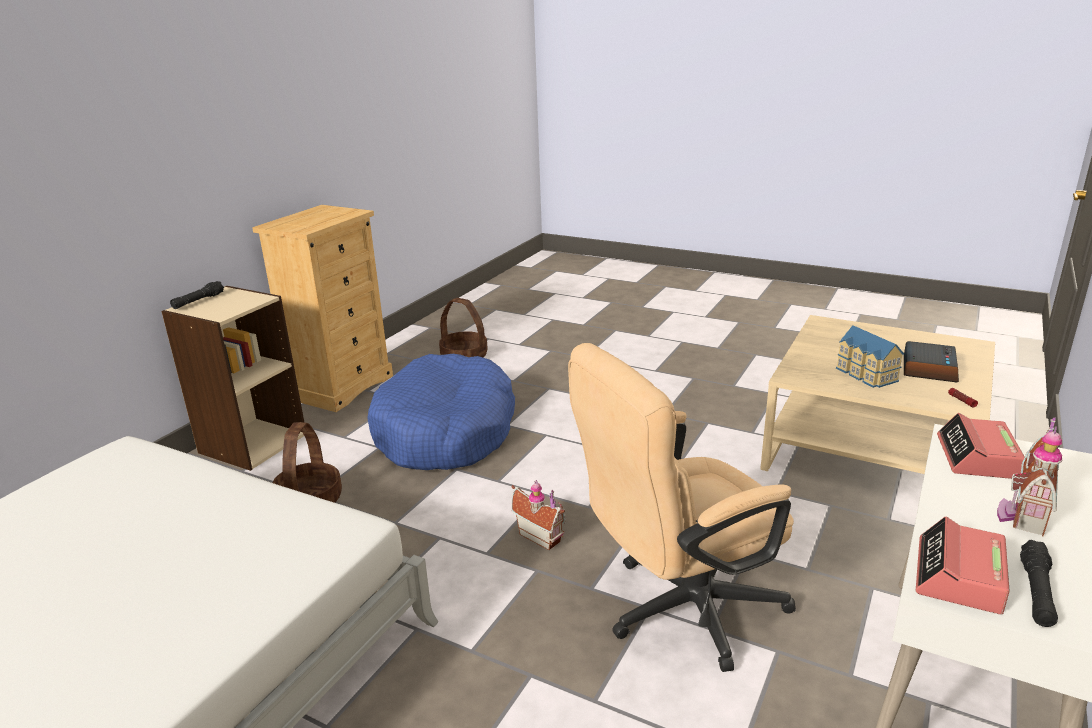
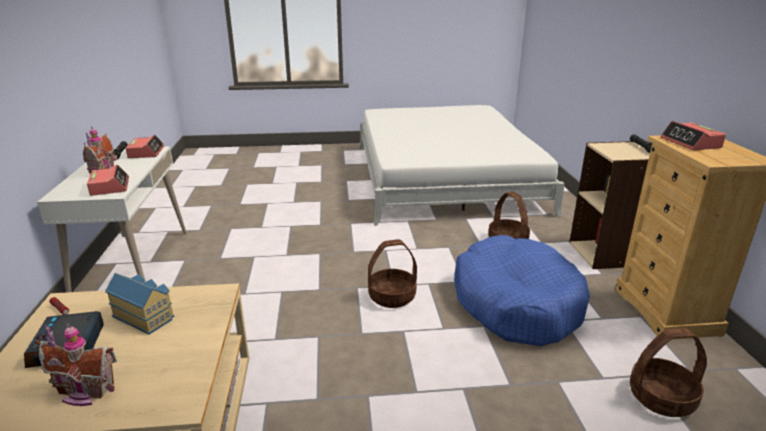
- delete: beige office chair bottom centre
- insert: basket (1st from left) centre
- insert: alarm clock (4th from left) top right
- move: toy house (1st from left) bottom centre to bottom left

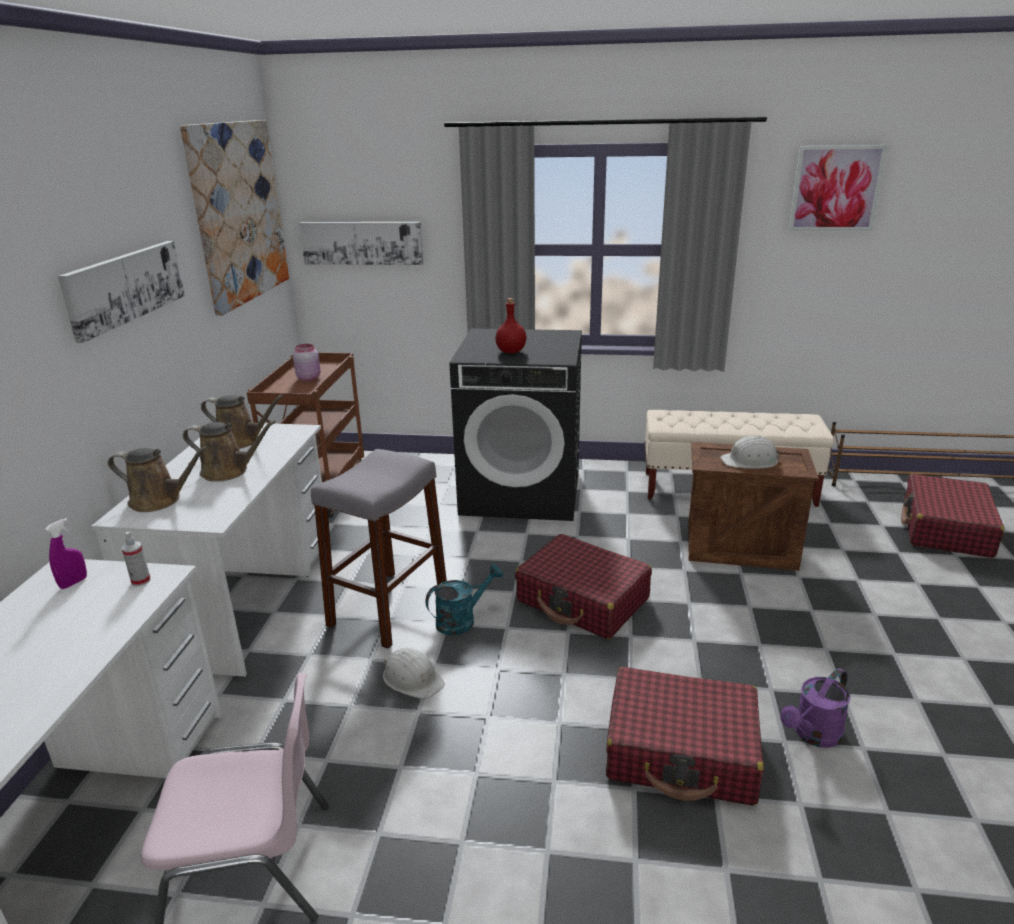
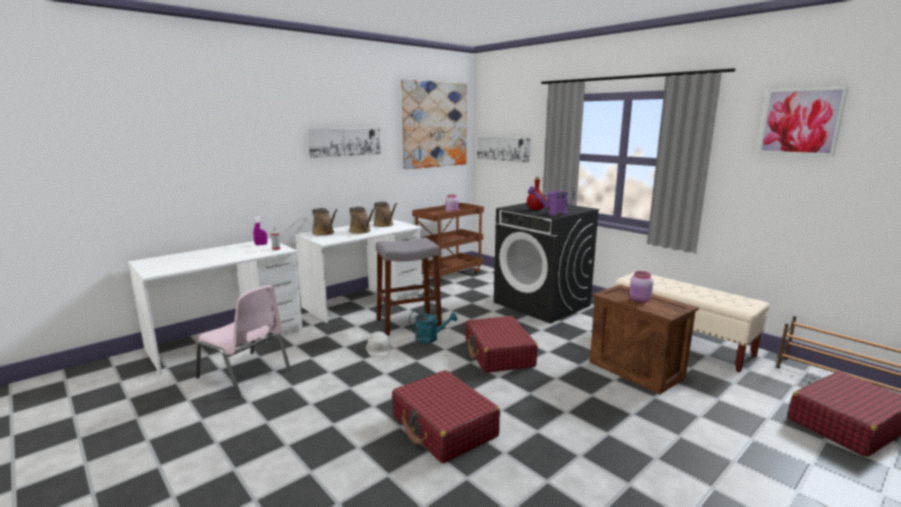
- move: purple watering can bottom right to centre
- replace: white hard hat (2nd from left) middle right to pink jar (2nd from left) middle right

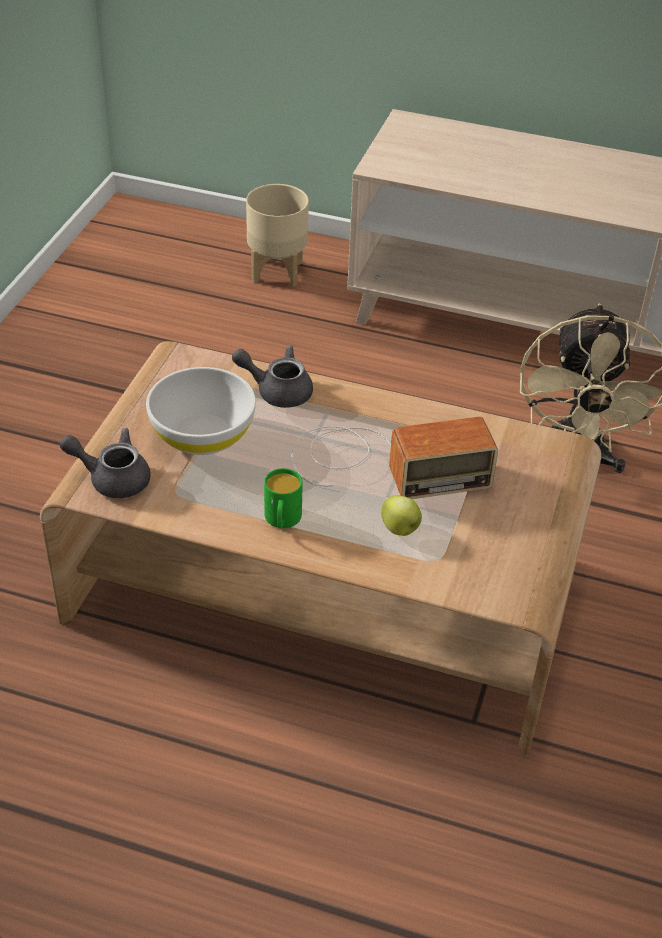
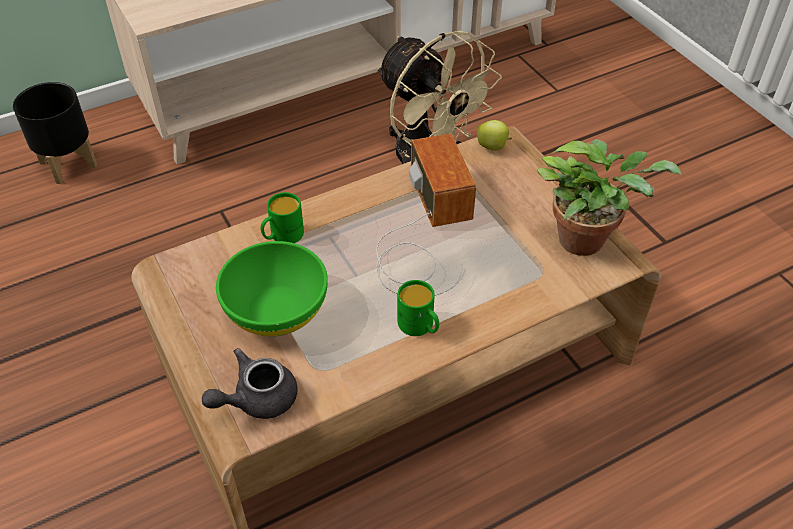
- insert: potted plant middle right
- move: apple centre to top centre
- replace: grey teapot (2nd from left) centre to green mug (1st from left) centre
- recolor: white bowl middle left to green bowl centre
- recolor: beige planter top centre to black planter top left
- rotate: radio centre = centre 45 degrees counterclockwise

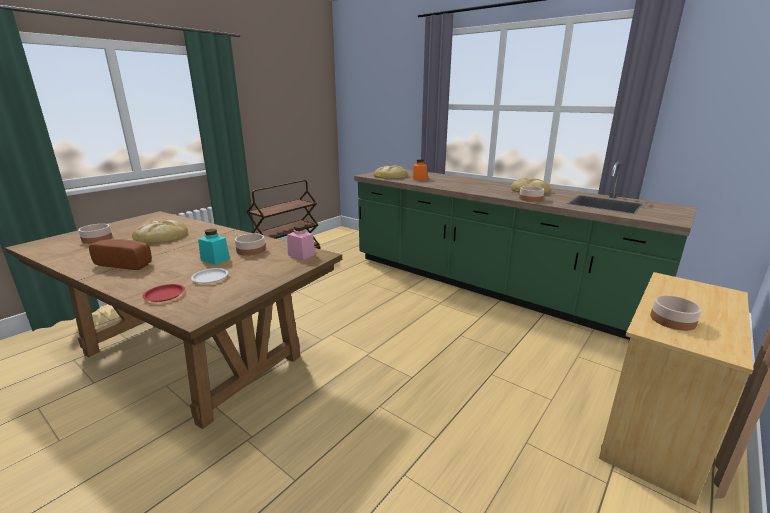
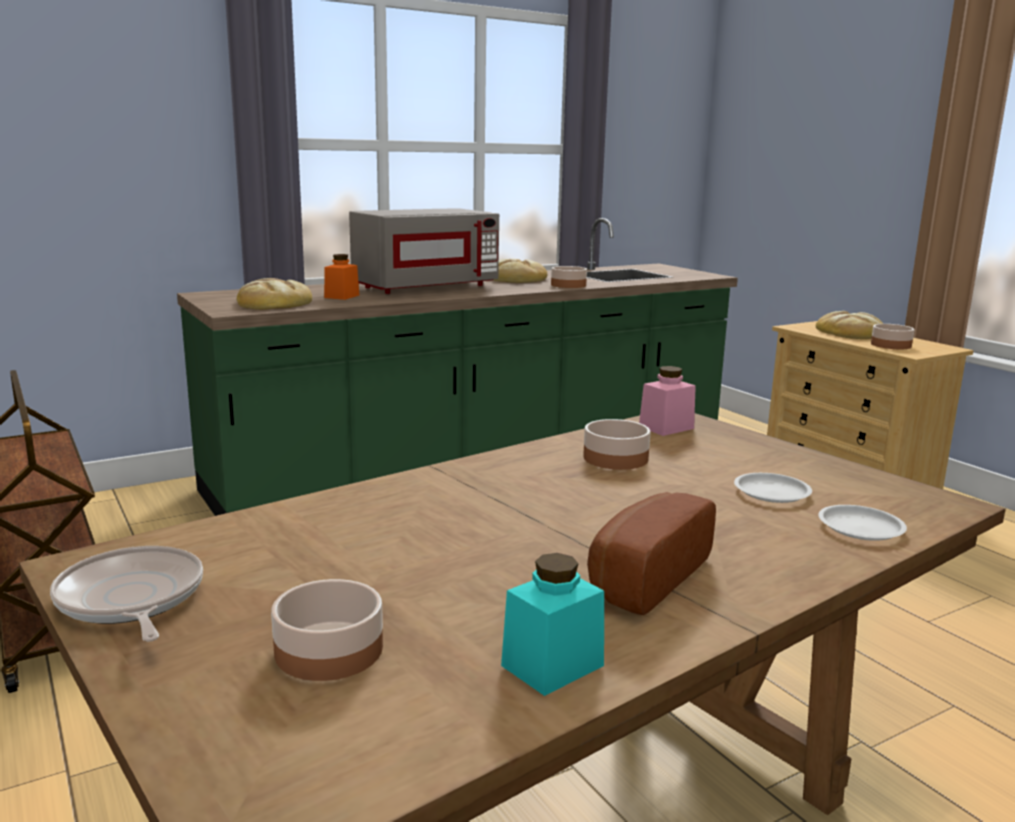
- insert: frying pan bottom left
- insert: grey microwave top centre
- move: bread (2nd from left in the first image) middle left to bread (4th from left) middle right
- move: turquoise jar middle left to bottom centre
- recolor: red plate middle left to white plate (2nd from left) middle right

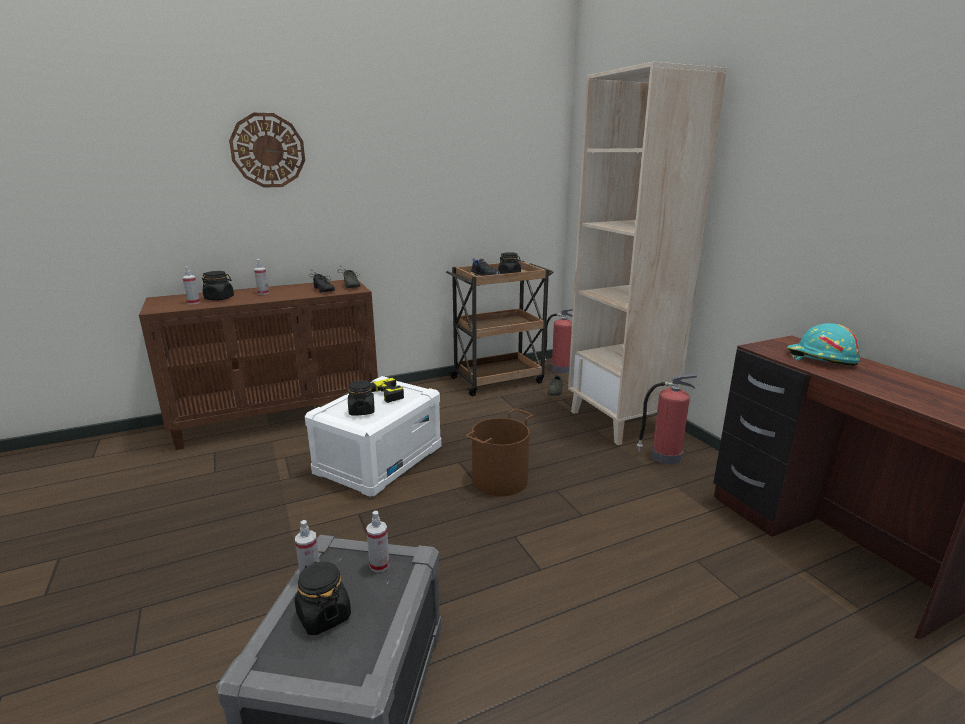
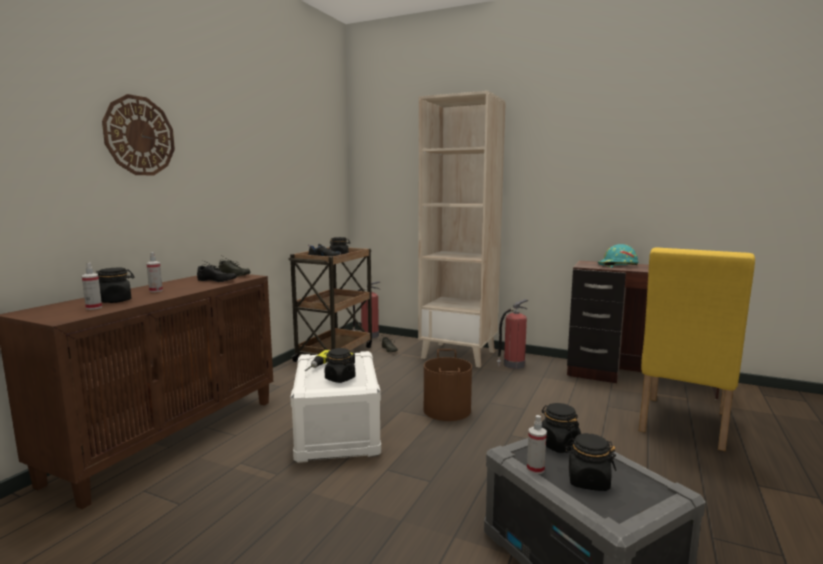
- insert: yellow chair middle right
- replace: spray bottle (4th from left) bottom centre to black jar (4th from left) bottom right

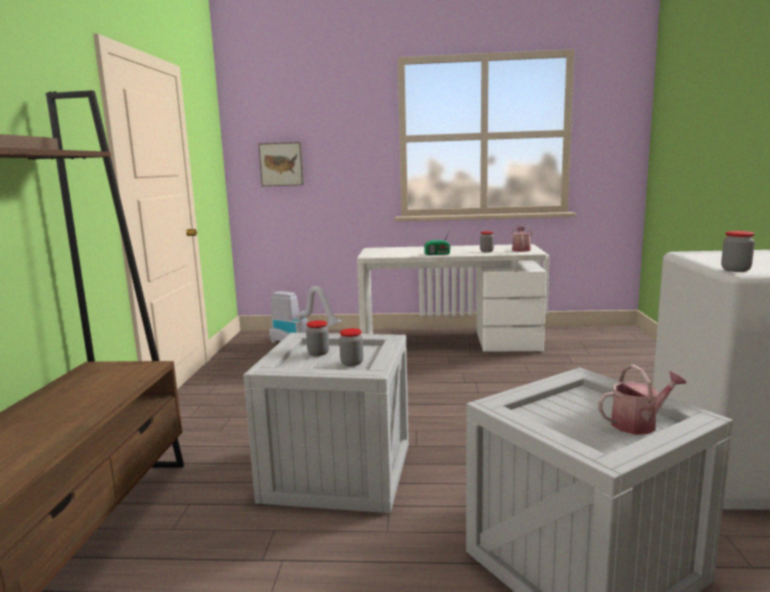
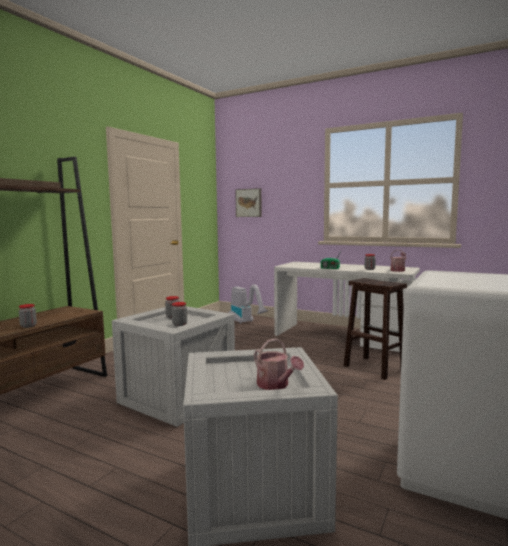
- insert: brown stool middle right
- move: jar (4th from left in the first image) middle right to jar (1st from left) middle left
- rotate: watering can (2nd from left in the first image) bottom right = bottom centre 45 degrees clockwise

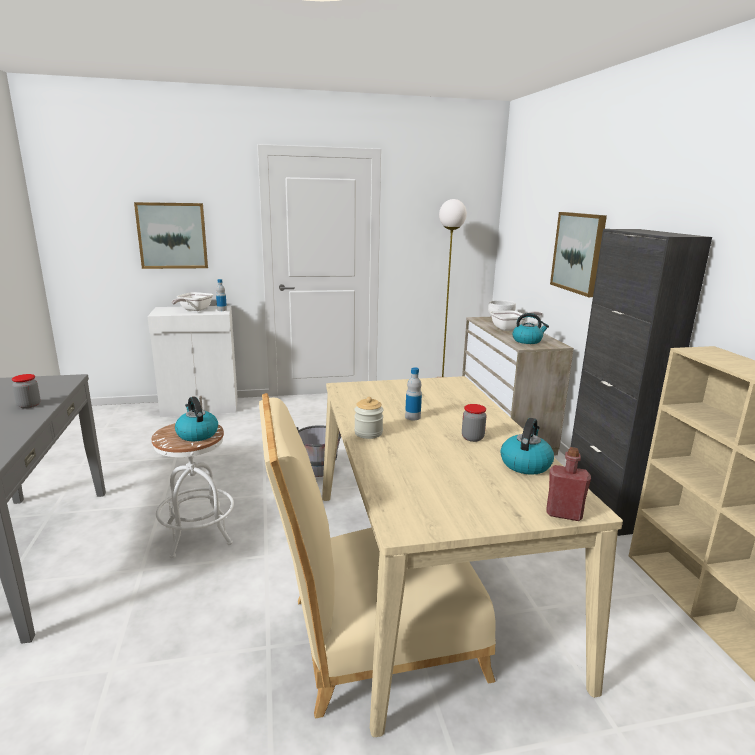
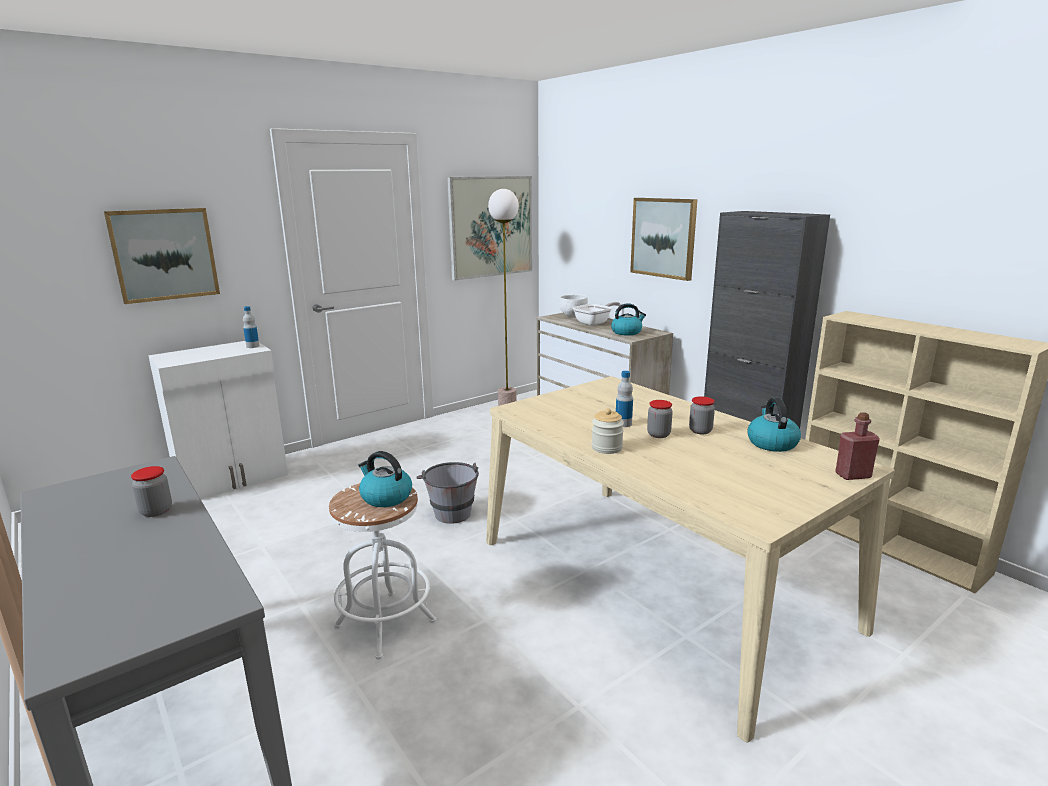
- delete: frying pan (1st from left) middle left
- delete: beige chair bottom centre
- insert: picture (2nd from left) top centre
- insert: jar (3rd from left) centre

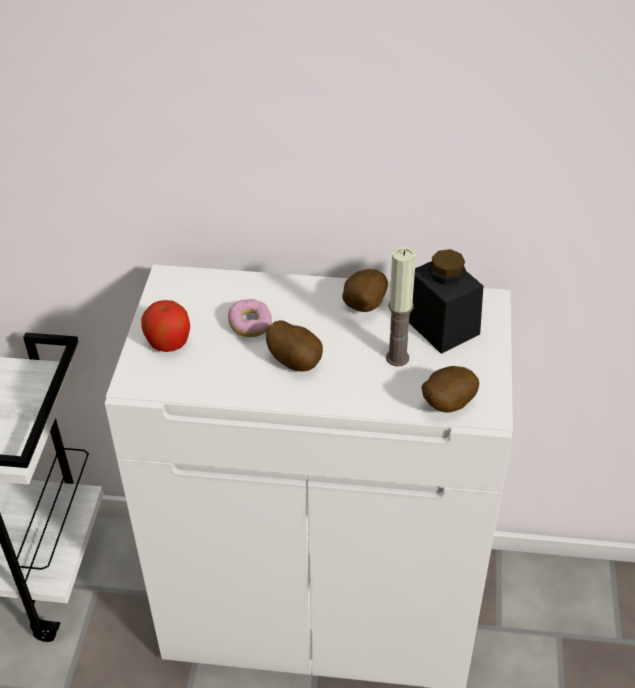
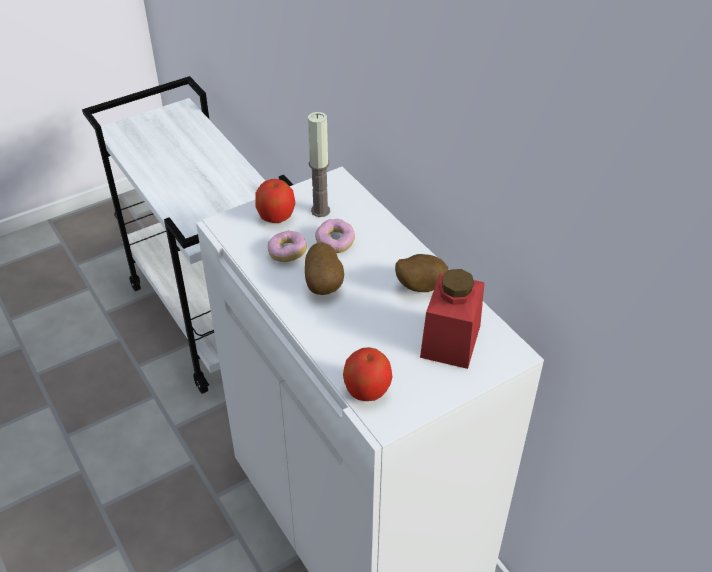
- insert: donut (1st from left) centre
- move: candle centre to top centre
- replace: potato (3rd from left) middle right to apple (2nd from left) centre
- recolor: black jar middle right to red jar centre

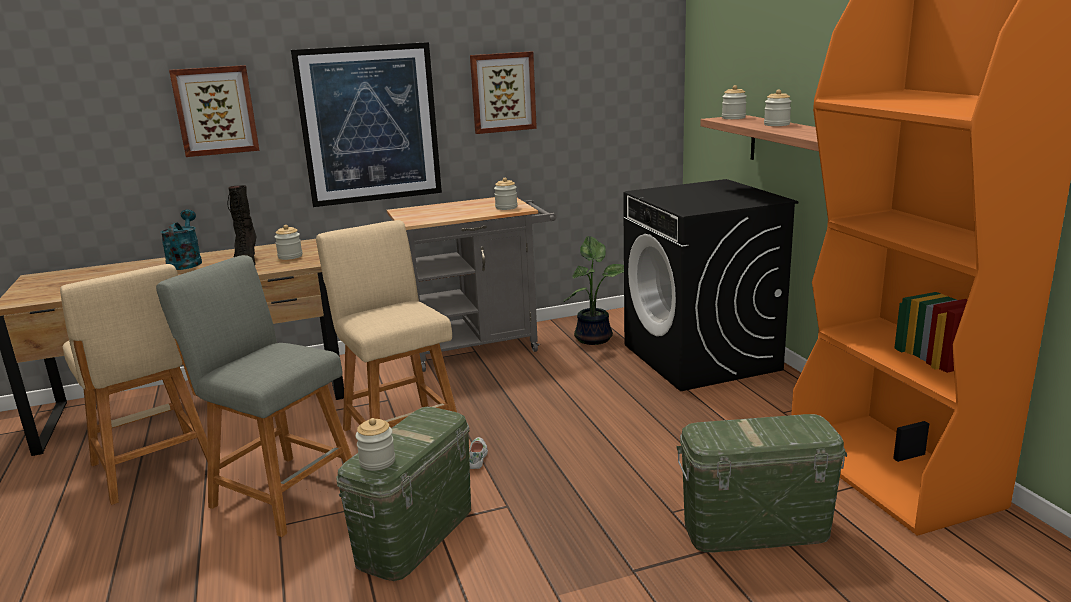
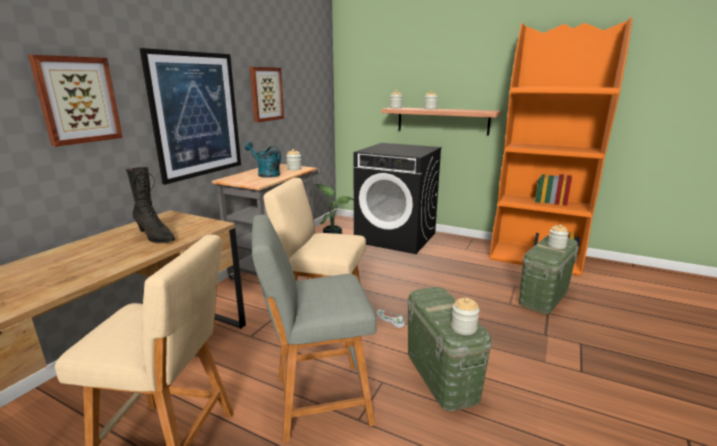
- move: turquoise watering can middle left to centre
- move: jar (1st from left in the first image) middle left to jar (5th from left) middle right

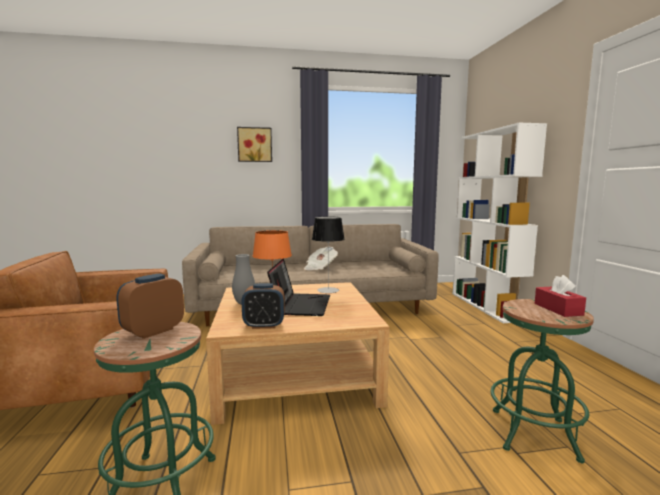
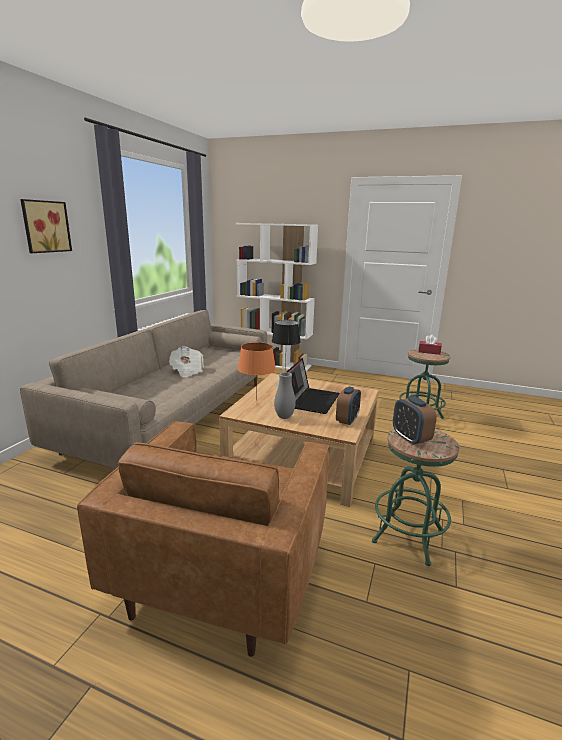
- rotate: laptop centre = centre 75 degrees clockwise

